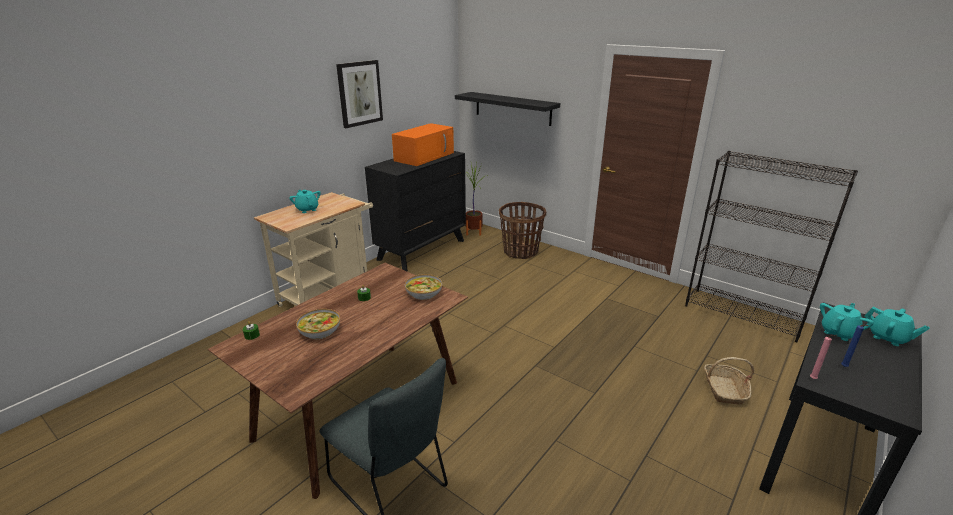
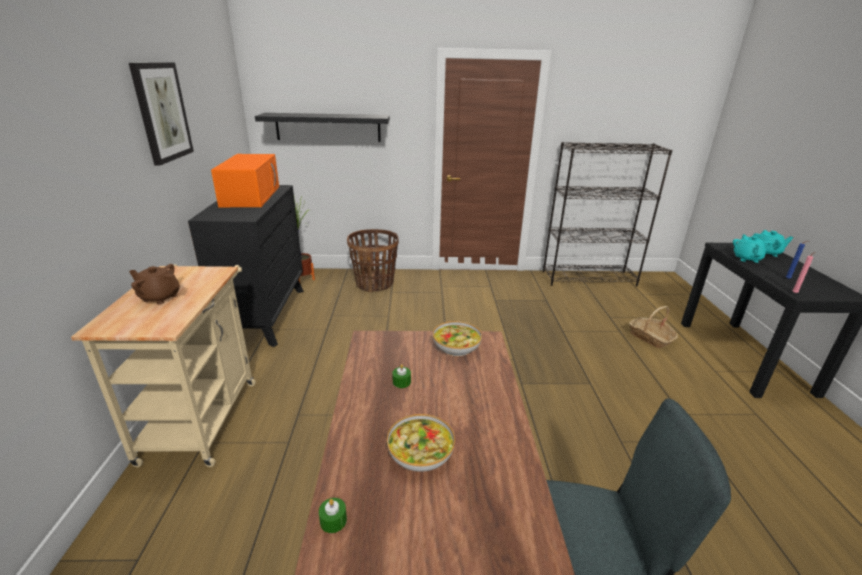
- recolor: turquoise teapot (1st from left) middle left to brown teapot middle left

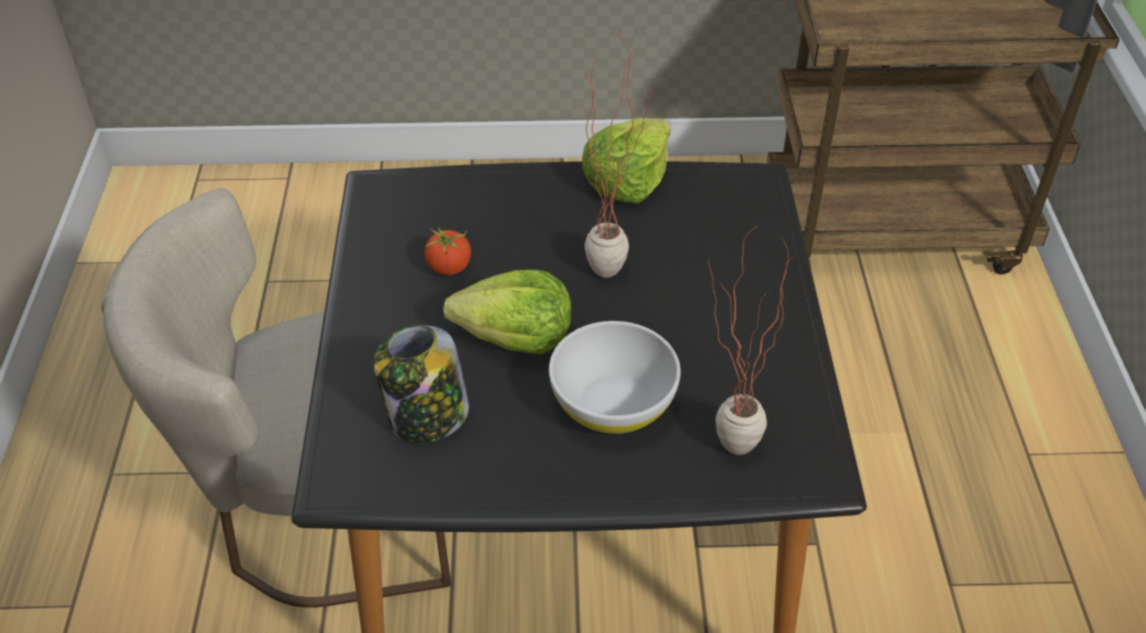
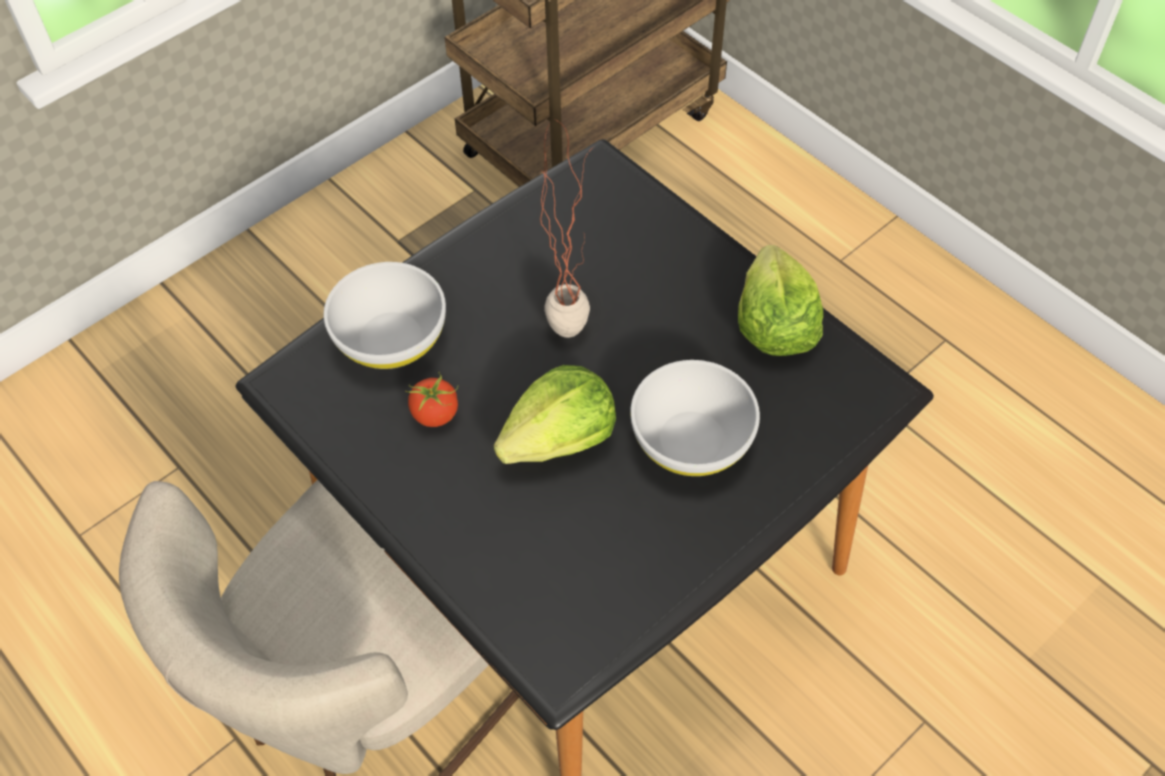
- delete: jar centre
- delete: potted plant (2nd from left) centre
- insert: white bowl (1st from left) middle left
- move: lettuce (2nd from left) top centre to middle right

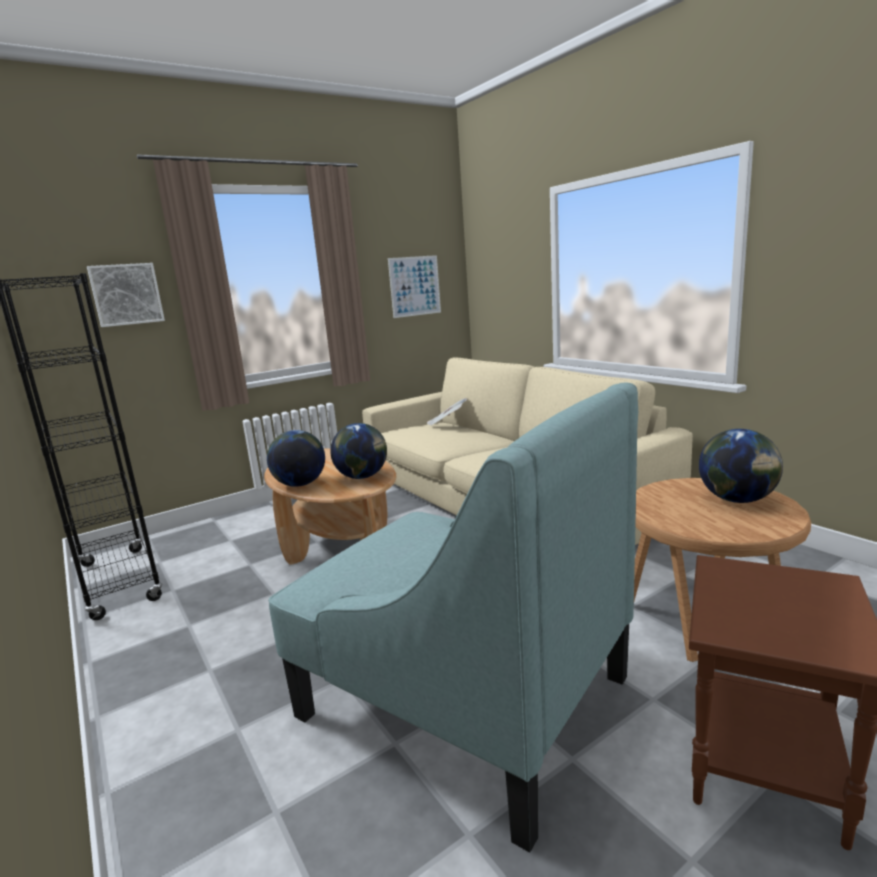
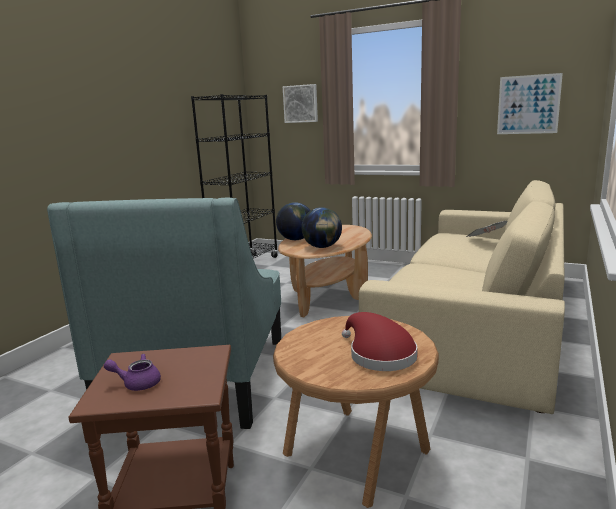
- insert: purple teapot bottom left
- replace: globe (3rd from left) middle right to red hat bottom centre

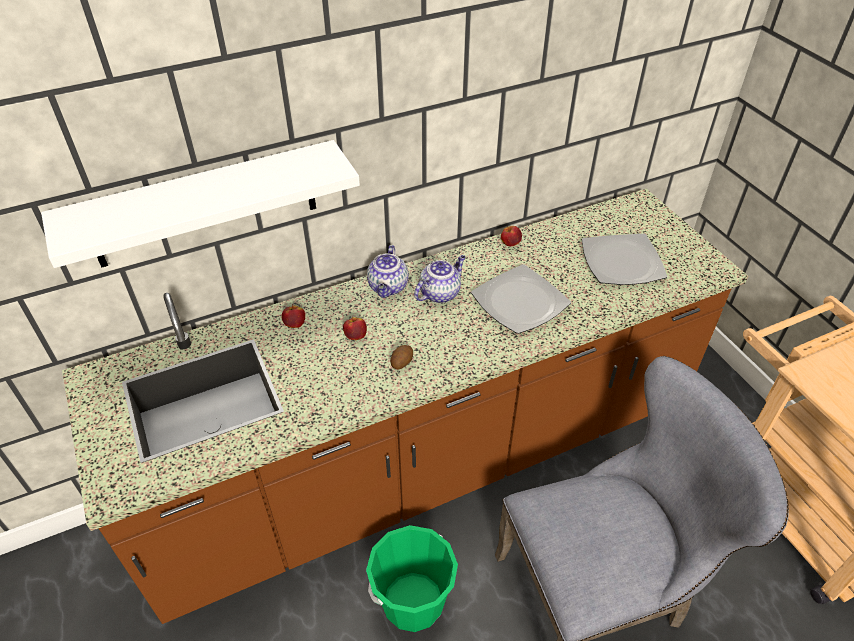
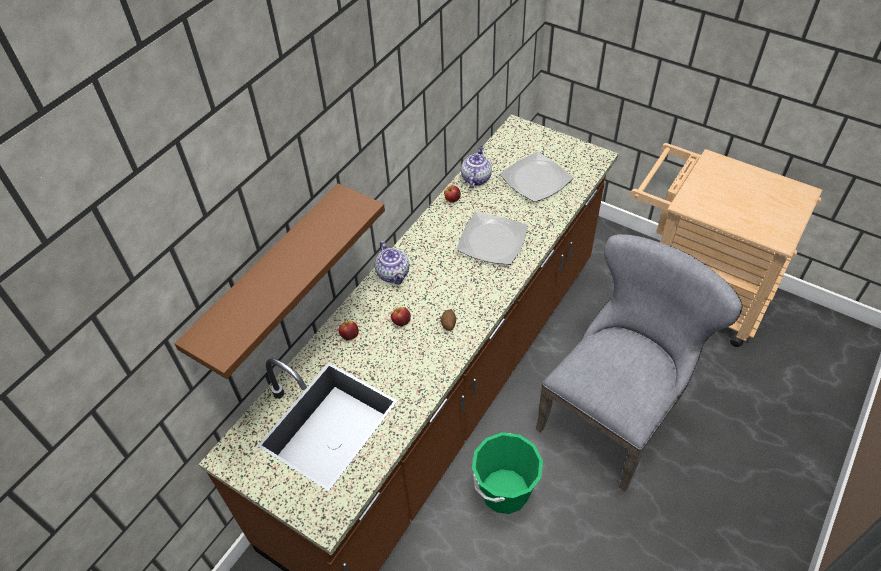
- move: teapot (2nd from left) centre to top centre
- recolor: white shelf top left to brown shelf middle left

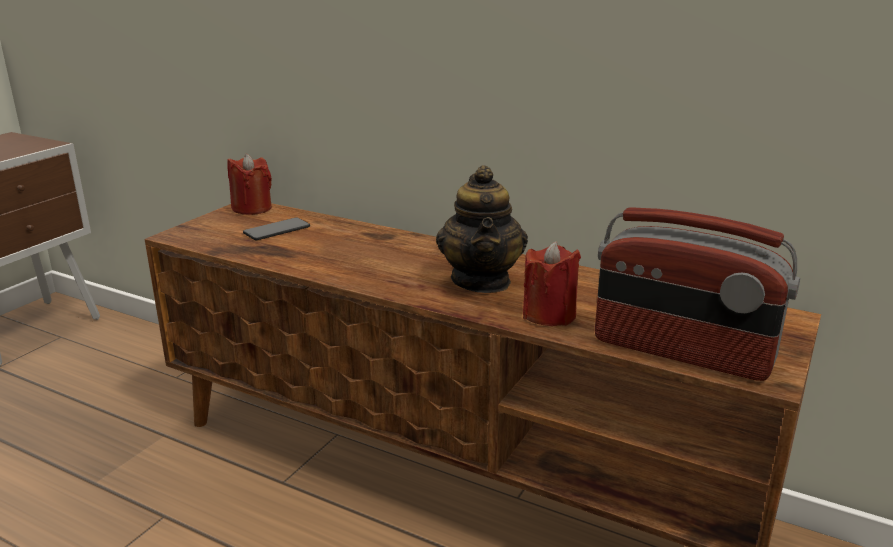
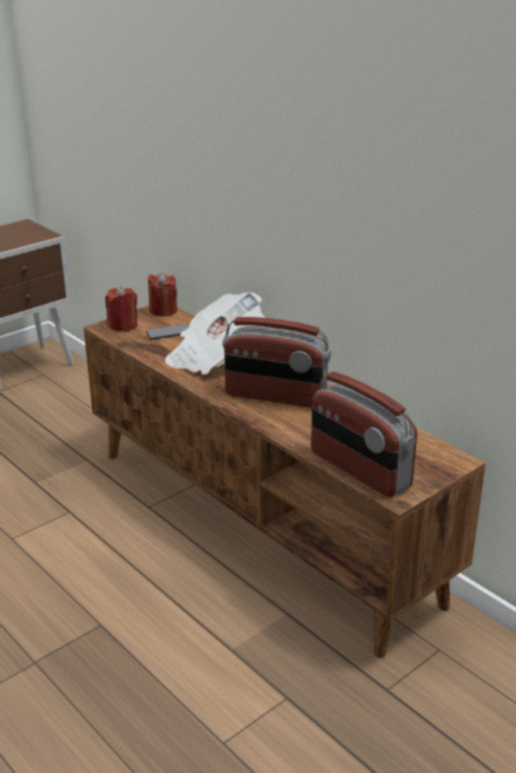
- insert: newspaper centre
- move: red candle (2nd from left in the first image) centre to red candle (1st from left) middle left
- replace: teapot centre to radio (1st from left) centre

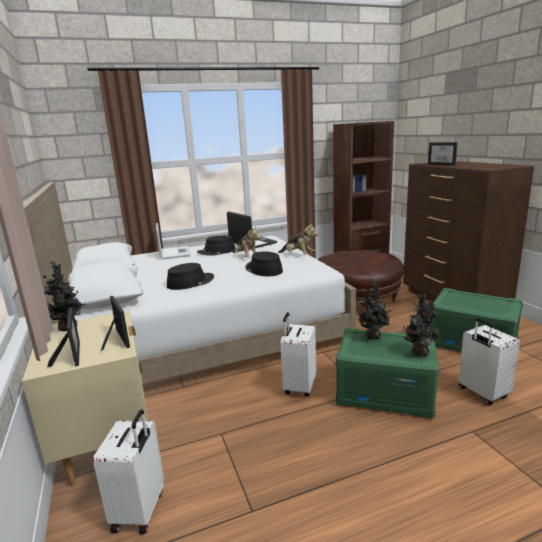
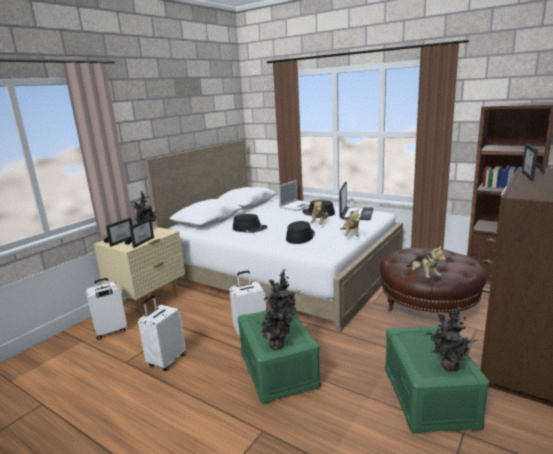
- insert: plush toy (3rd from left) middle right
- insert: potted plant (4th from left) bottom right
- move: white suitcase (3rd from left in the first image) middle right to white suitcase (2nd from left) bottom left

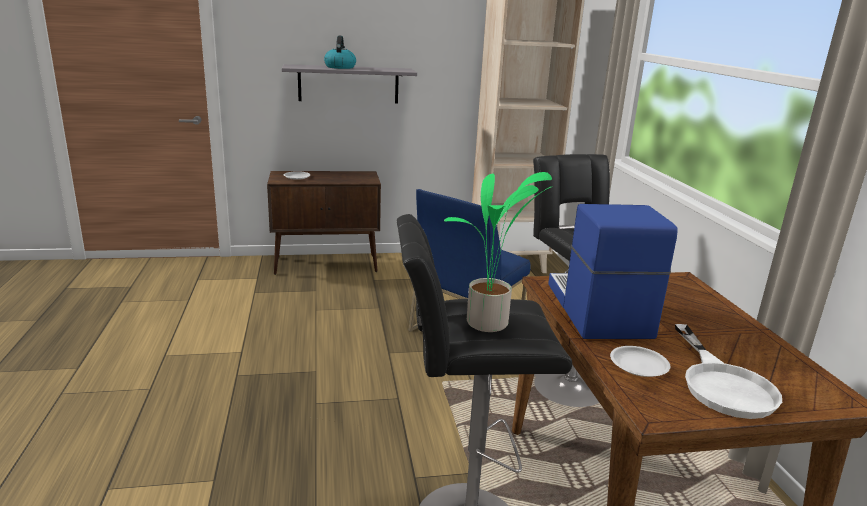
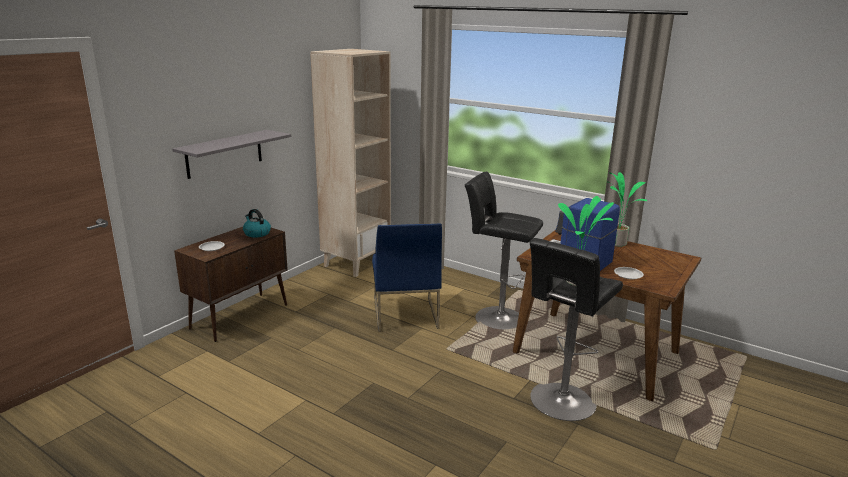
- delete: white frying pan bottom right
- insert: potted plant (2nd from left) middle right
- move: kettle top centre to middle left

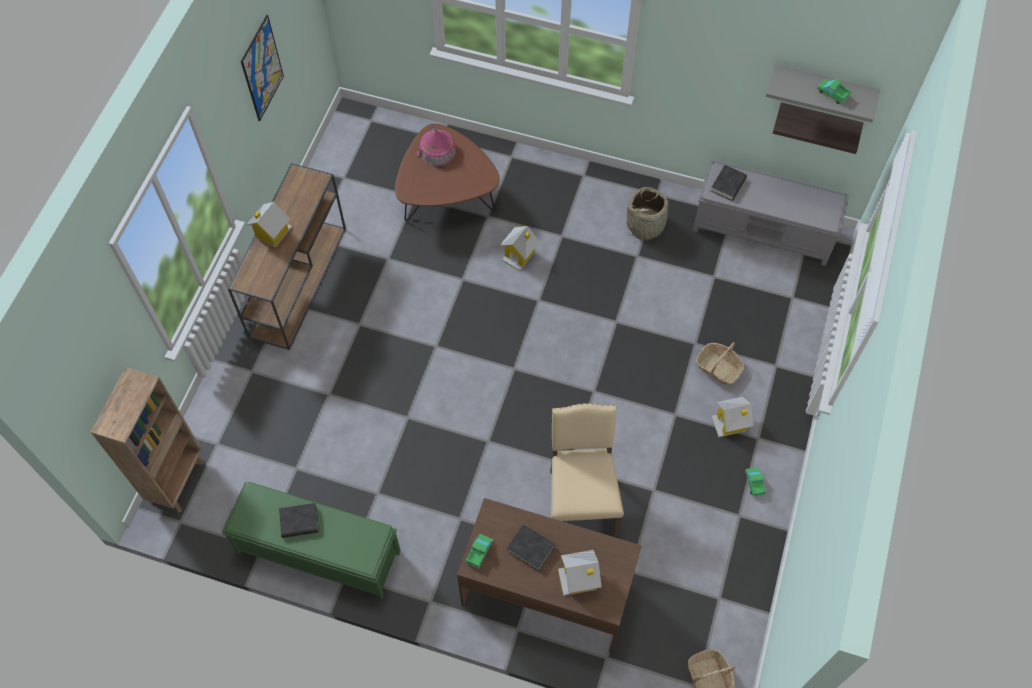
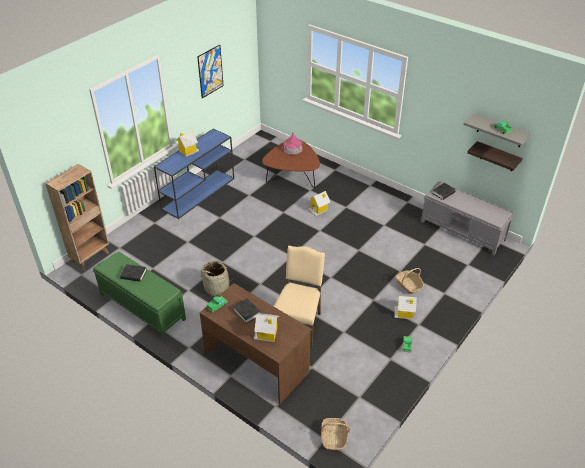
- move: basket (1st from left) top centre to centre
- recolor: brown console table middle left to blue console table middle left

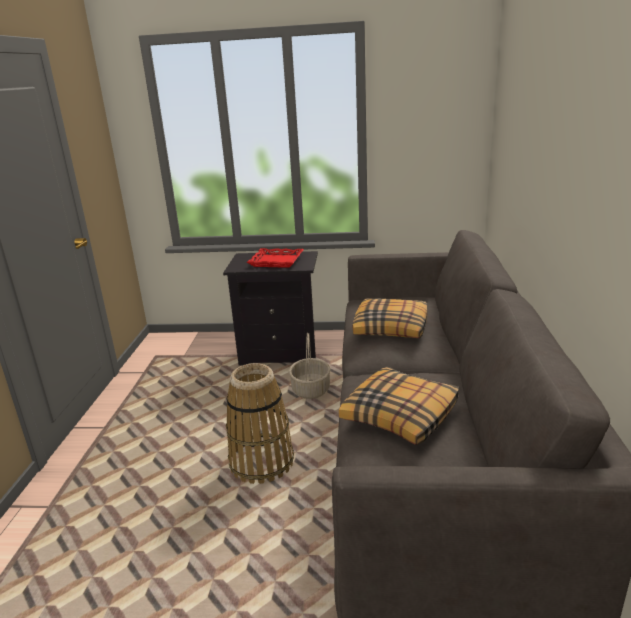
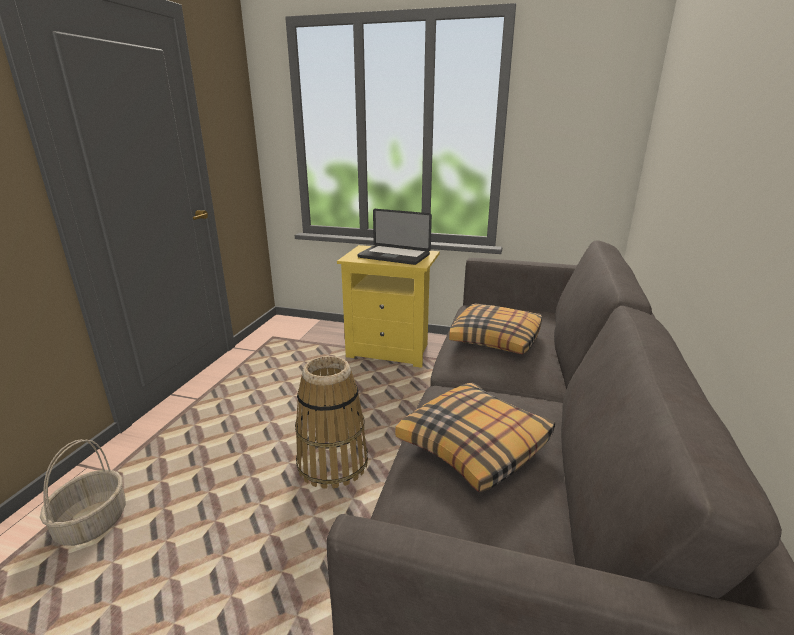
- move: basket (2nd from left in the first image) centre to basket (1st from left) bottom left
- replace: red tray centre to laptop centre
- recolor: black nightstand centre to yellow nightstand centre

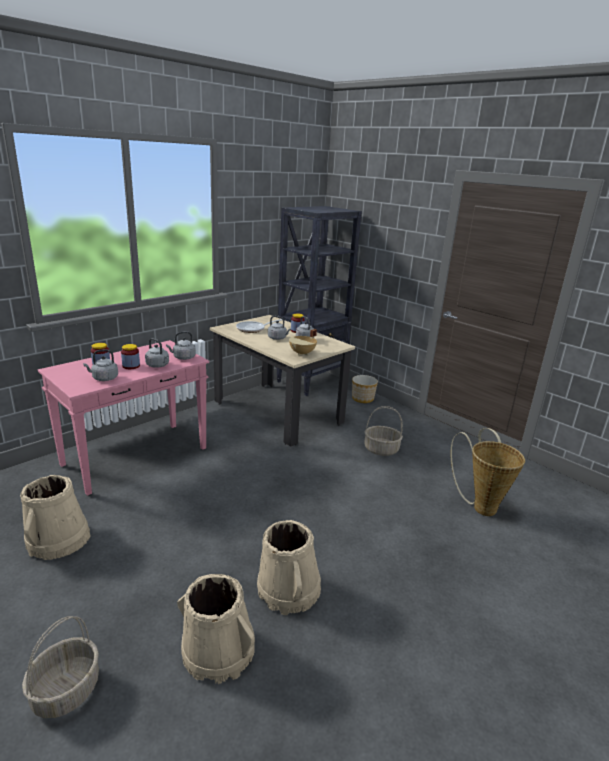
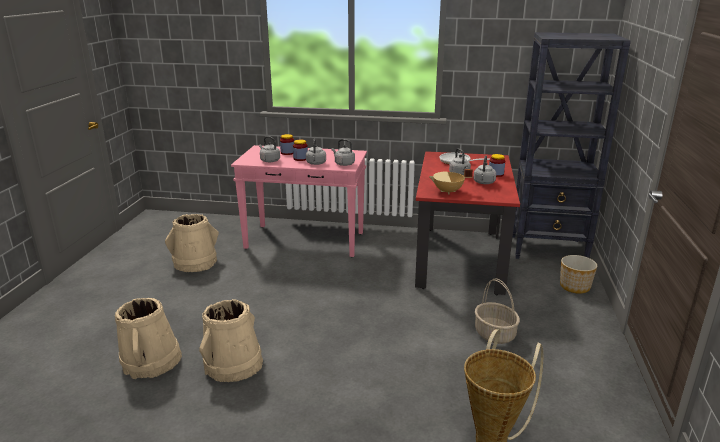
- delete: basket (1st from left) bottom left
- recolor: beige dining table centre to red dining table centre

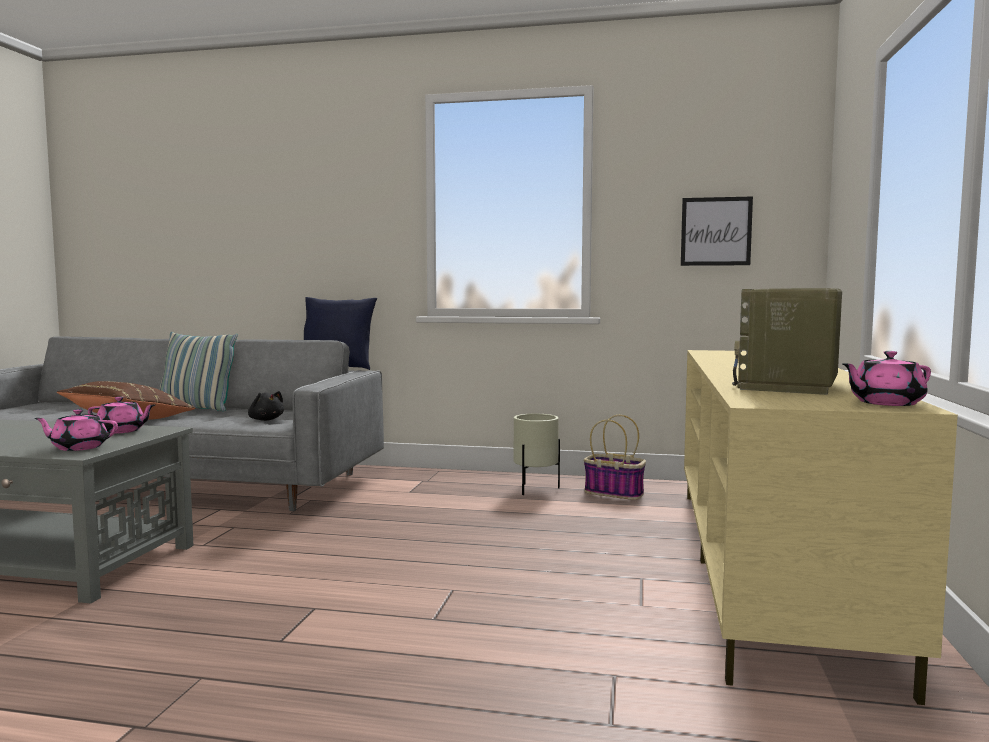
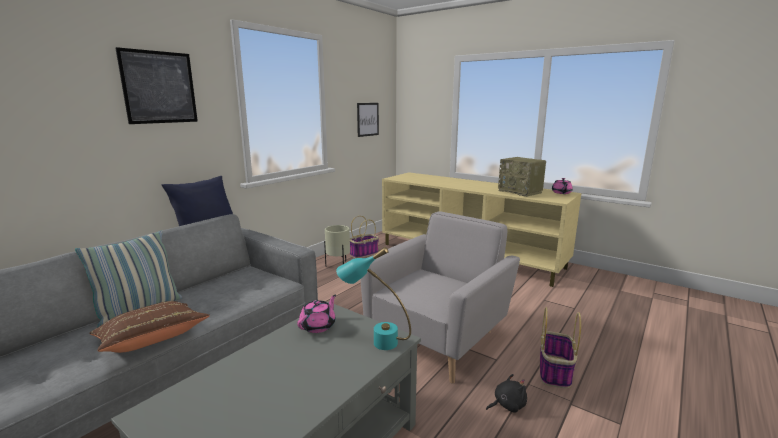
- insert: picture (1st from left) top left
- insert: grey armchair bottom centre
- insert: basket (2nd from left) bottom right
- move: black plush toy middle left to bottom centre
- replace: pink teapot (1st from left) middle left to turquoise table lamp bottom centre

